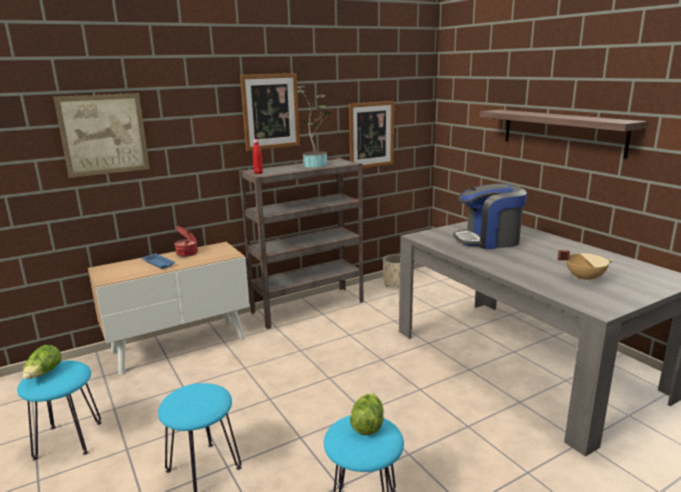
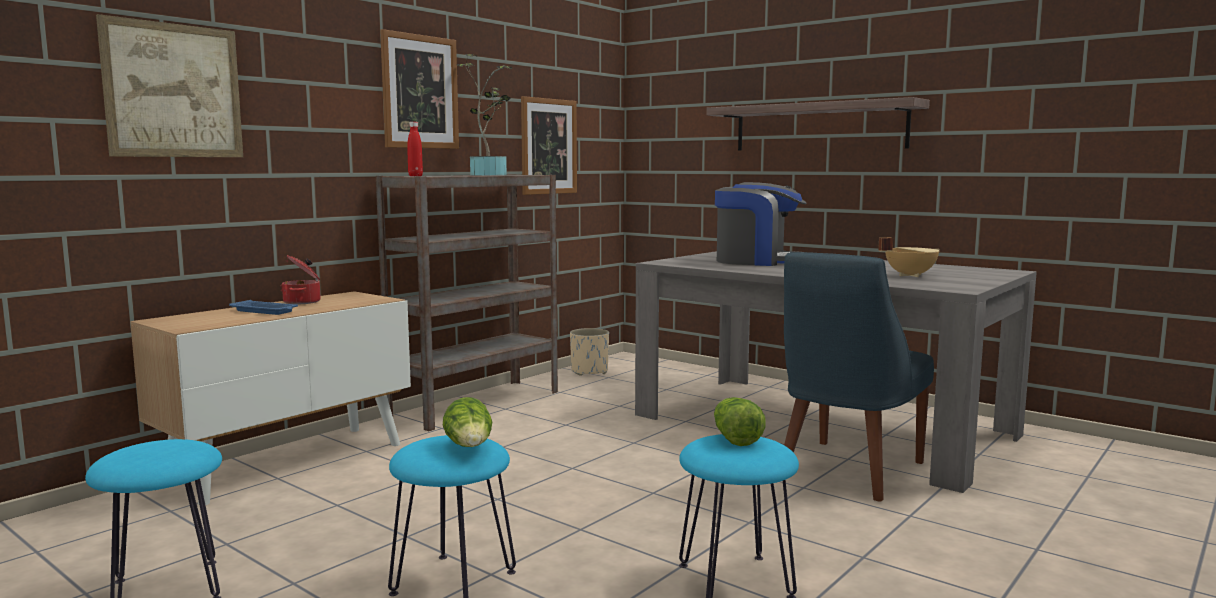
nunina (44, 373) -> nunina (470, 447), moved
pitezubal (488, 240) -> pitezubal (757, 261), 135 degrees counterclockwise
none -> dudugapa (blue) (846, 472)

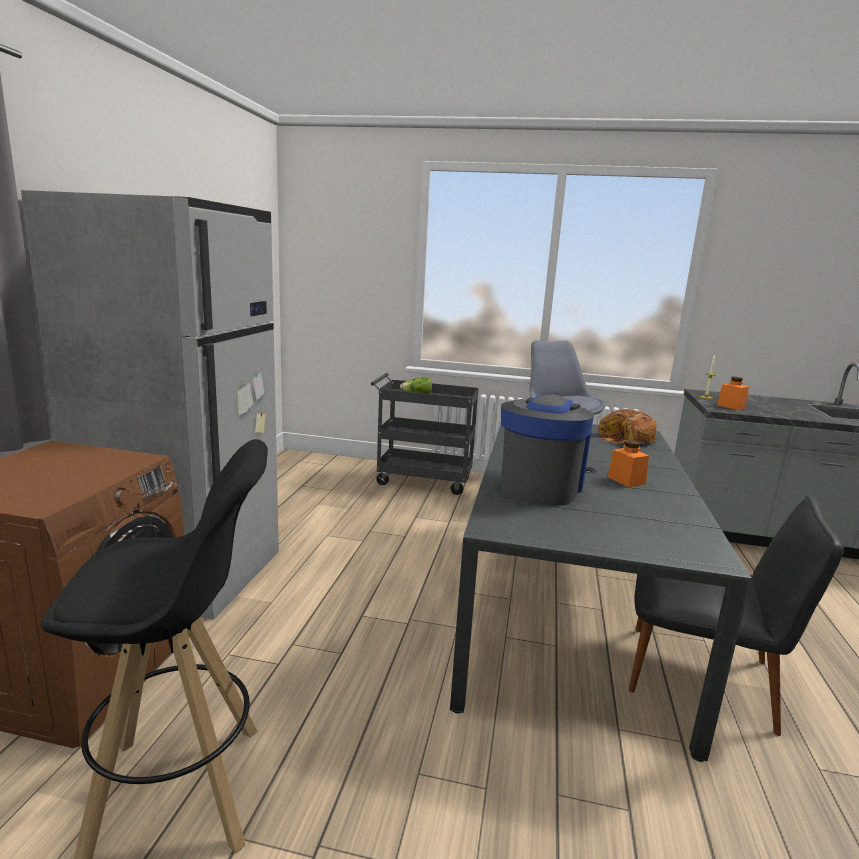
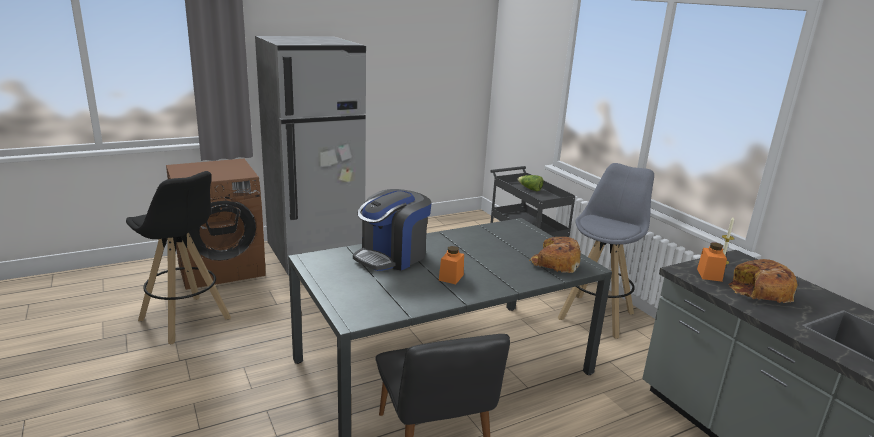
pitezubal (540, 486) -> pitezubal (392, 256), 150 degrees clockwise
none -> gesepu (759, 291)

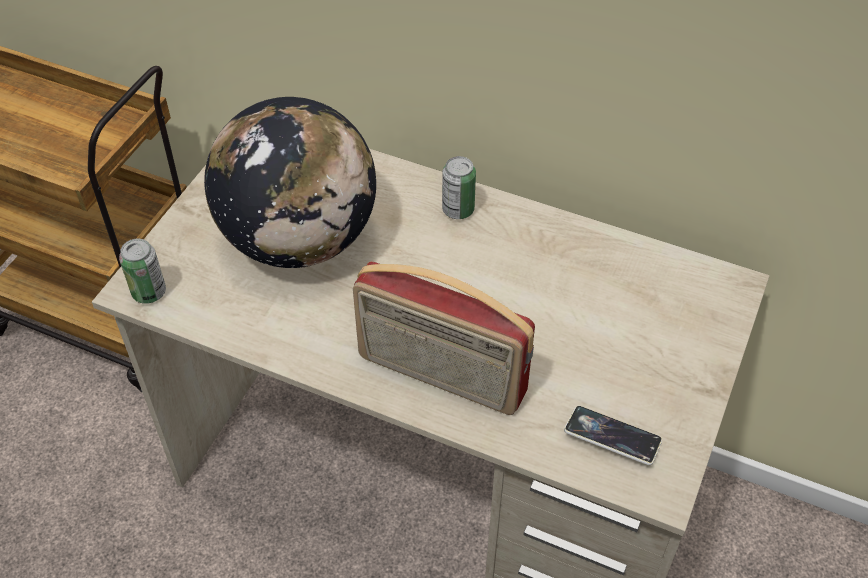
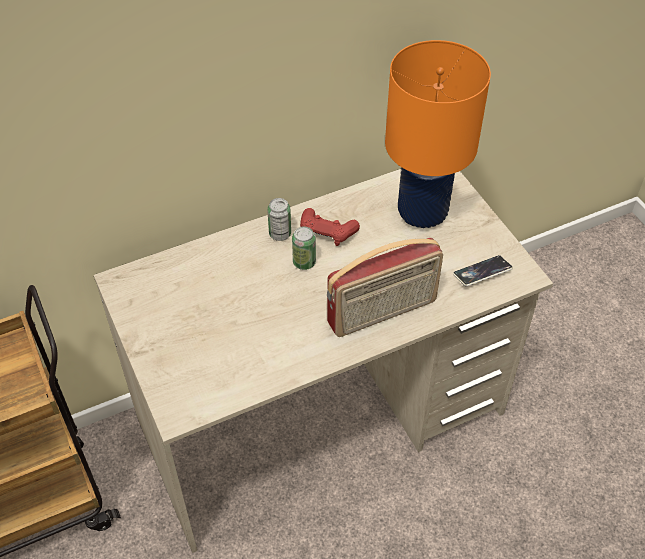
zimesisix (149, 292) -> zimesisix (304, 262), moved
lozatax (299, 240) -> none
none -> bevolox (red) (327, 232)
none -> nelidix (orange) (421, 214)

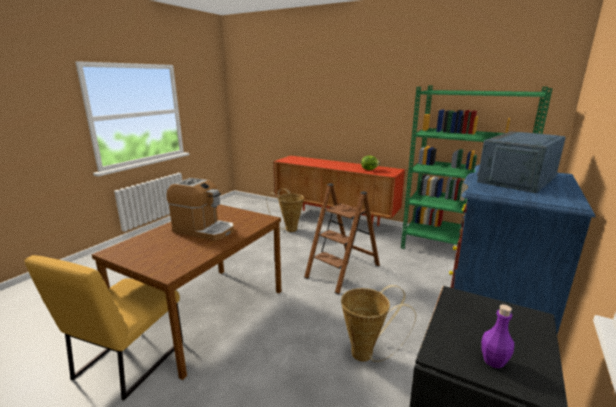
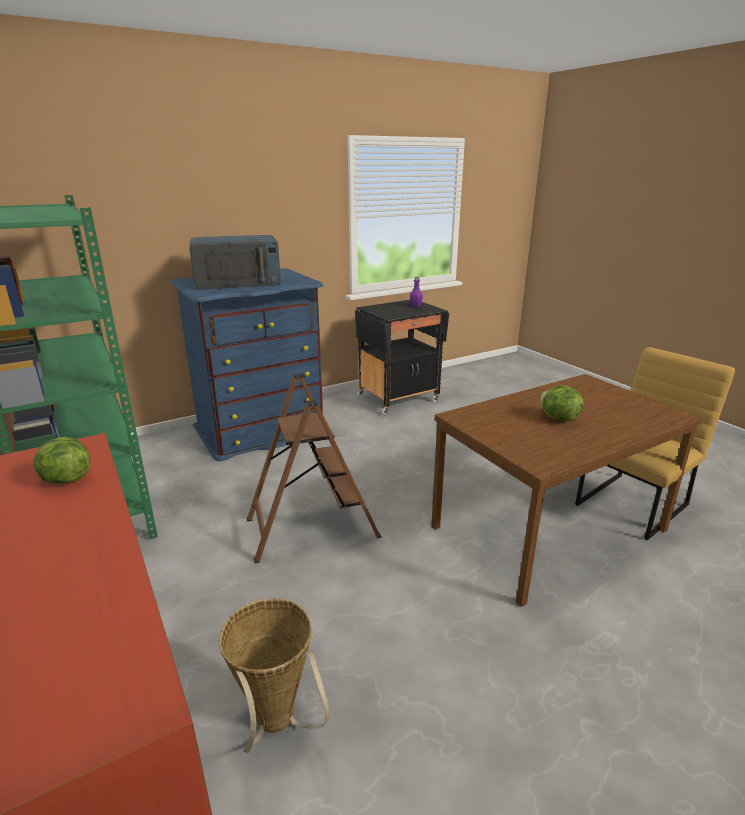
pitezubal (203, 230) -> nunina (558, 418)
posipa (367, 354) -> none

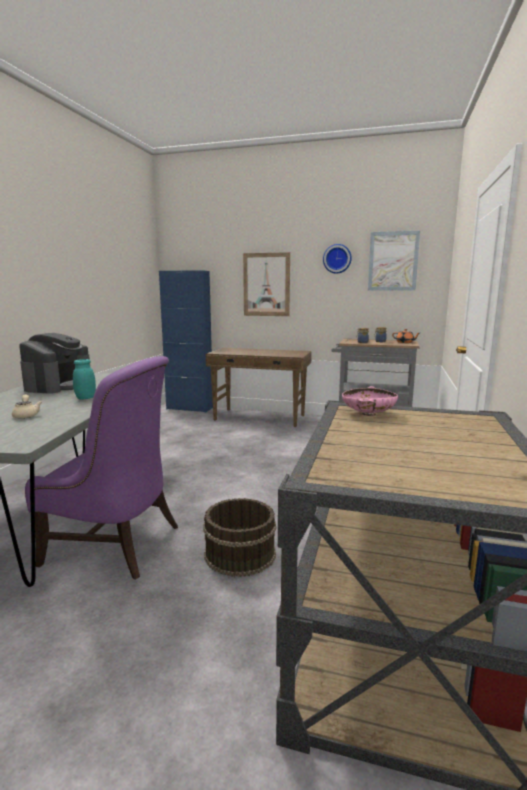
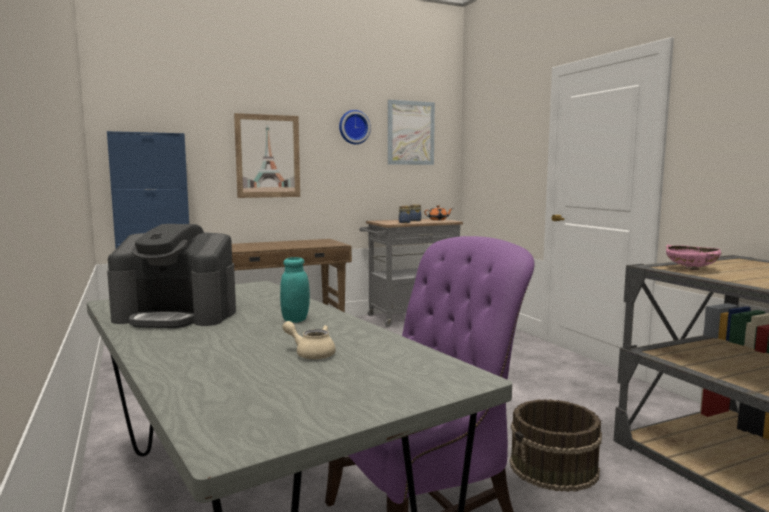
pitezubal (59, 385) -> pitezubal (177, 315), 120 degrees clockwise

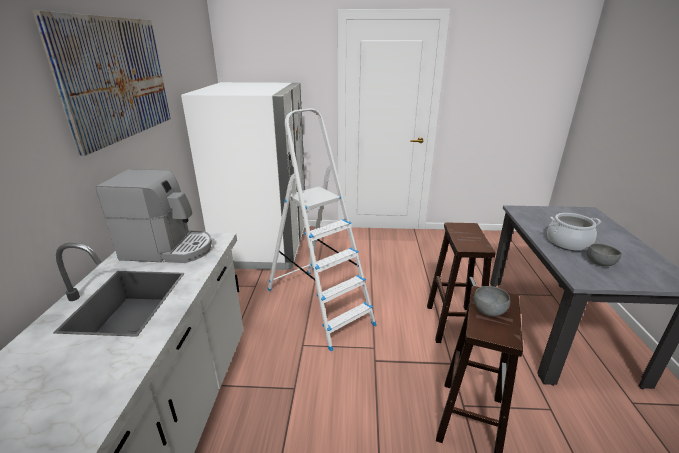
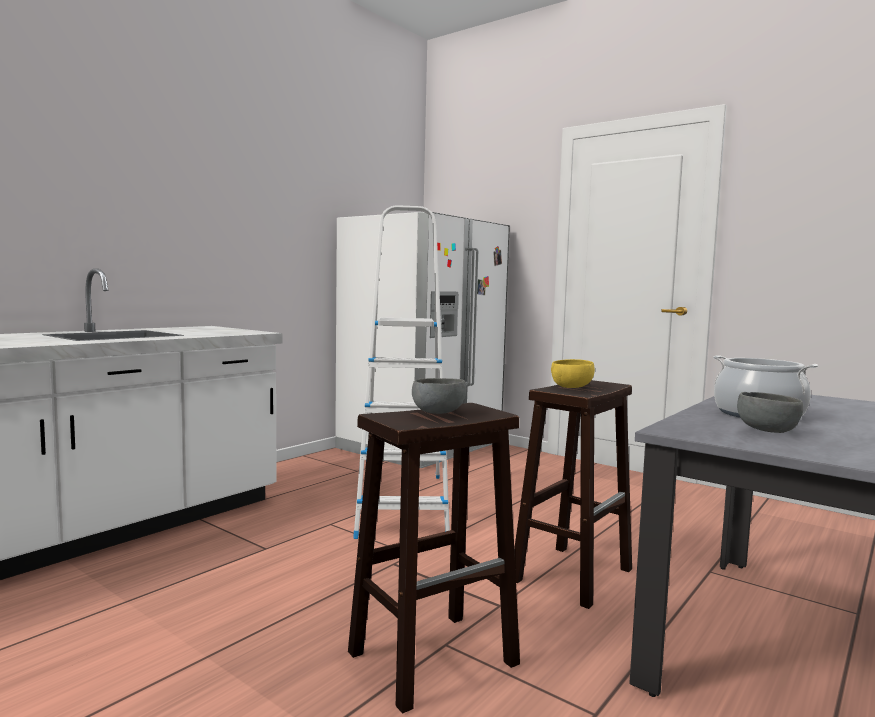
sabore (116, 79) -> none
pitezubal (168, 249) -> none
none -> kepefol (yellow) (571, 387)

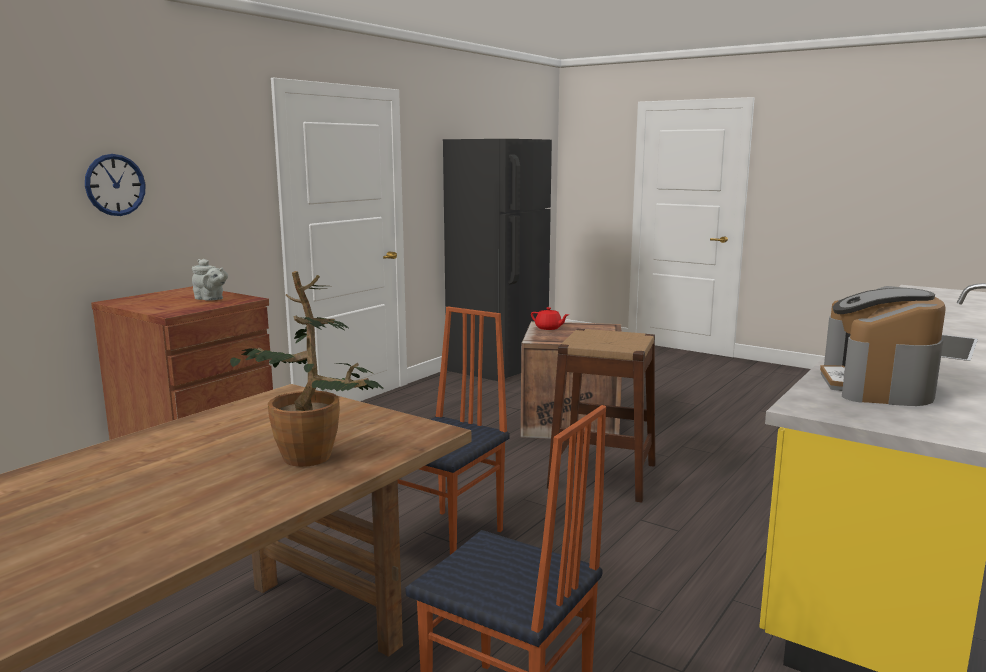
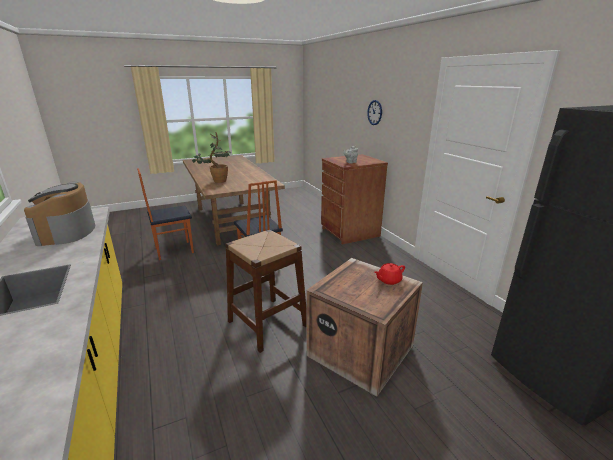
pitezubal (876, 385) -> pitezubal (67, 232), 150 degrees counterclockwise

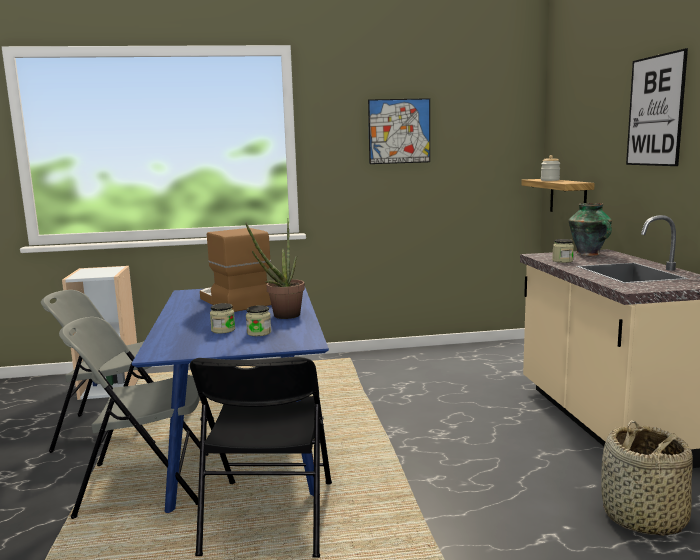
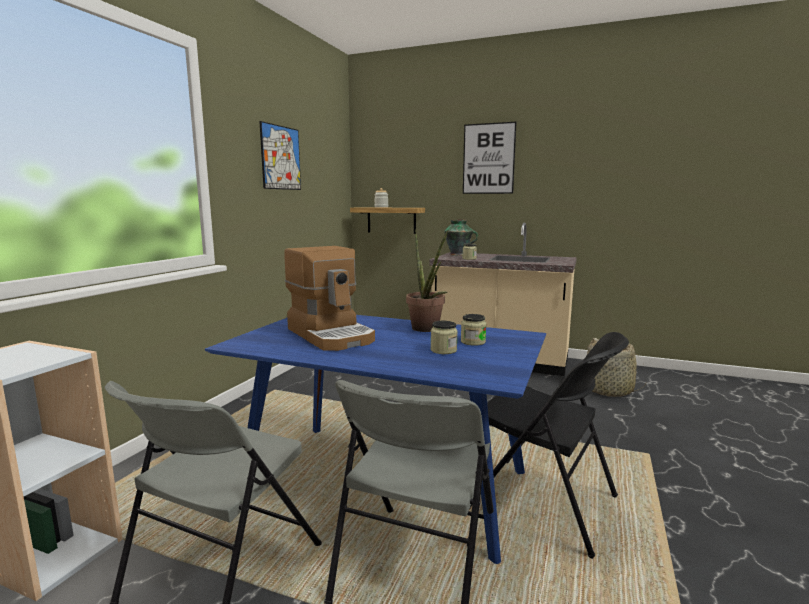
pitezubal (233, 301) -> pitezubal (332, 335), 120 degrees counterclockwise

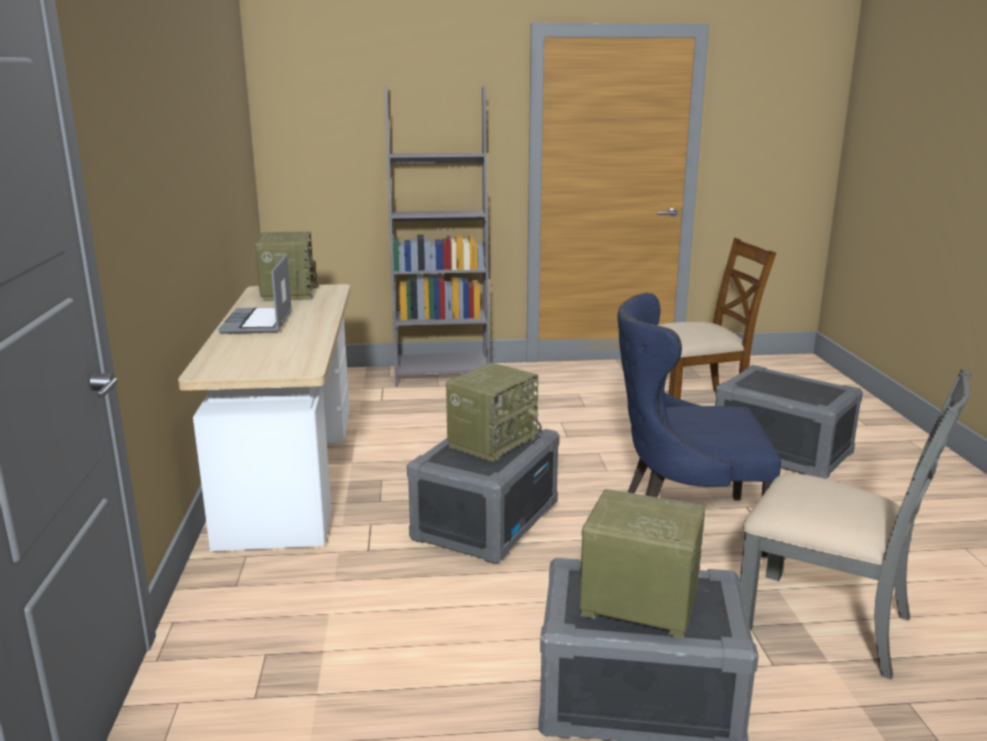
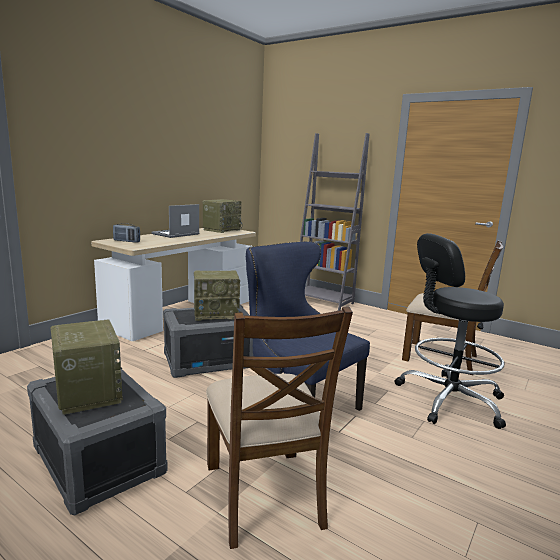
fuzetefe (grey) (780, 451) -> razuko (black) (448, 400)
dudugapa (grey) (826, 622) -> dudugapa (brown) (264, 494)
none -> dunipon (126, 241)

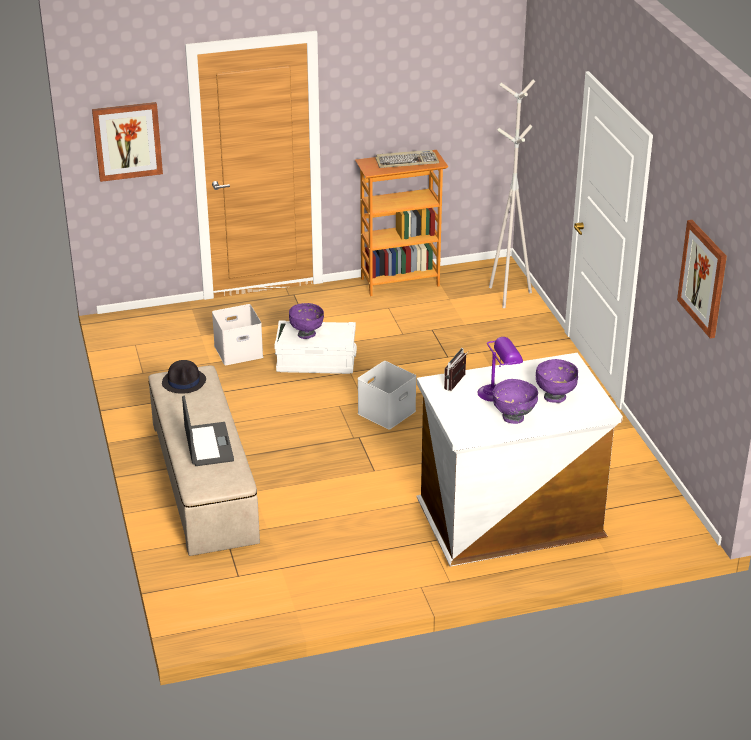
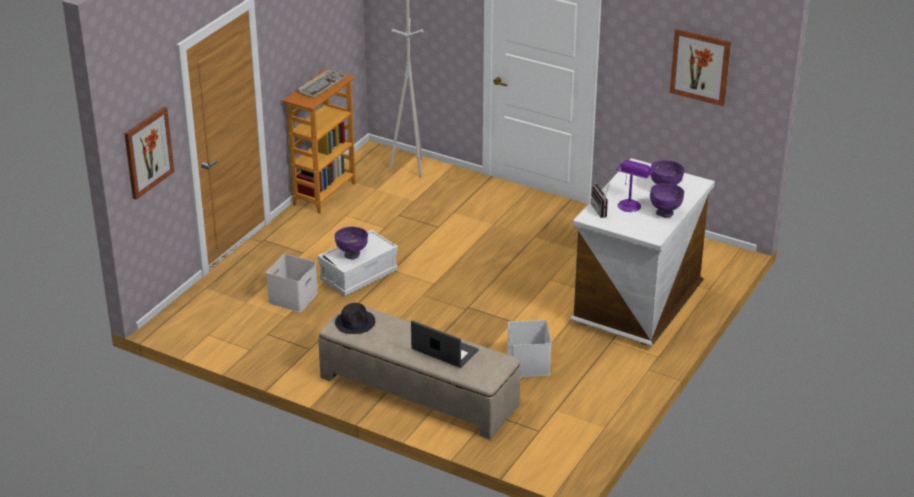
fuzetefe (white) (386, 413) -> fuzetefe (white) (529, 364), moved

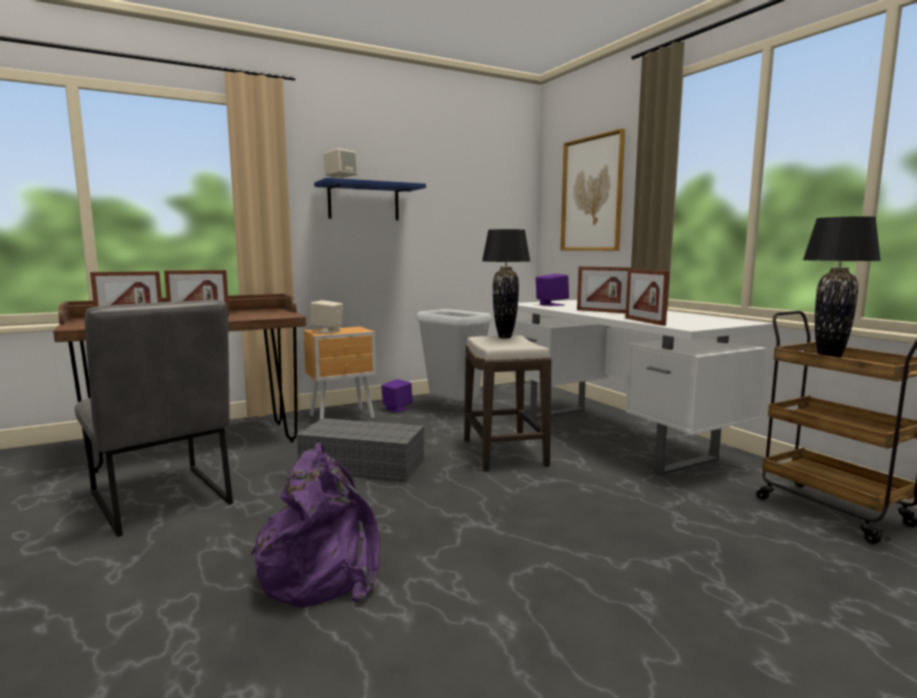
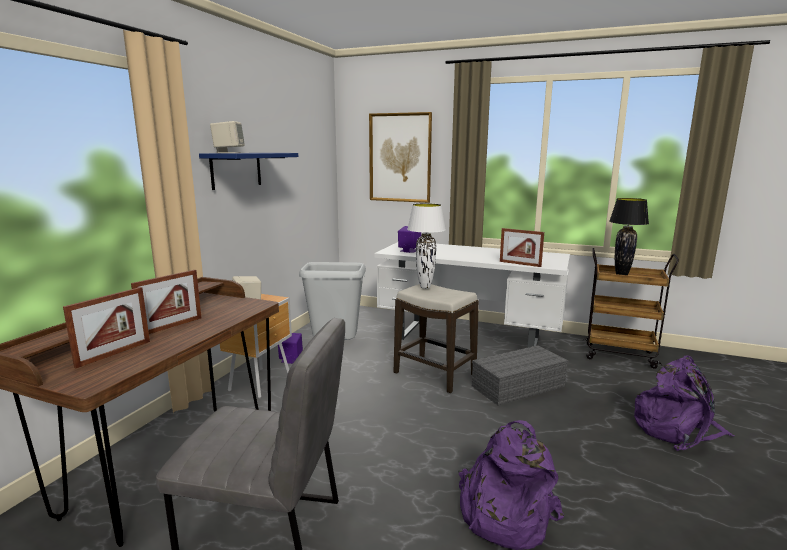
fuzetefe (grey) (364, 465) -> fuzetefe (grey) (518, 385), moved
nelidix (black) (504, 337) -> nelidix (white) (424, 287)
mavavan (602, 311) -> none
none -> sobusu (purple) (677, 429)

